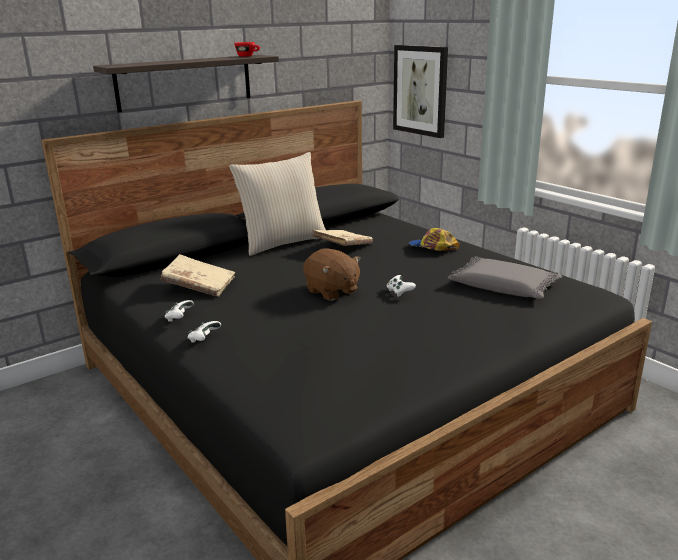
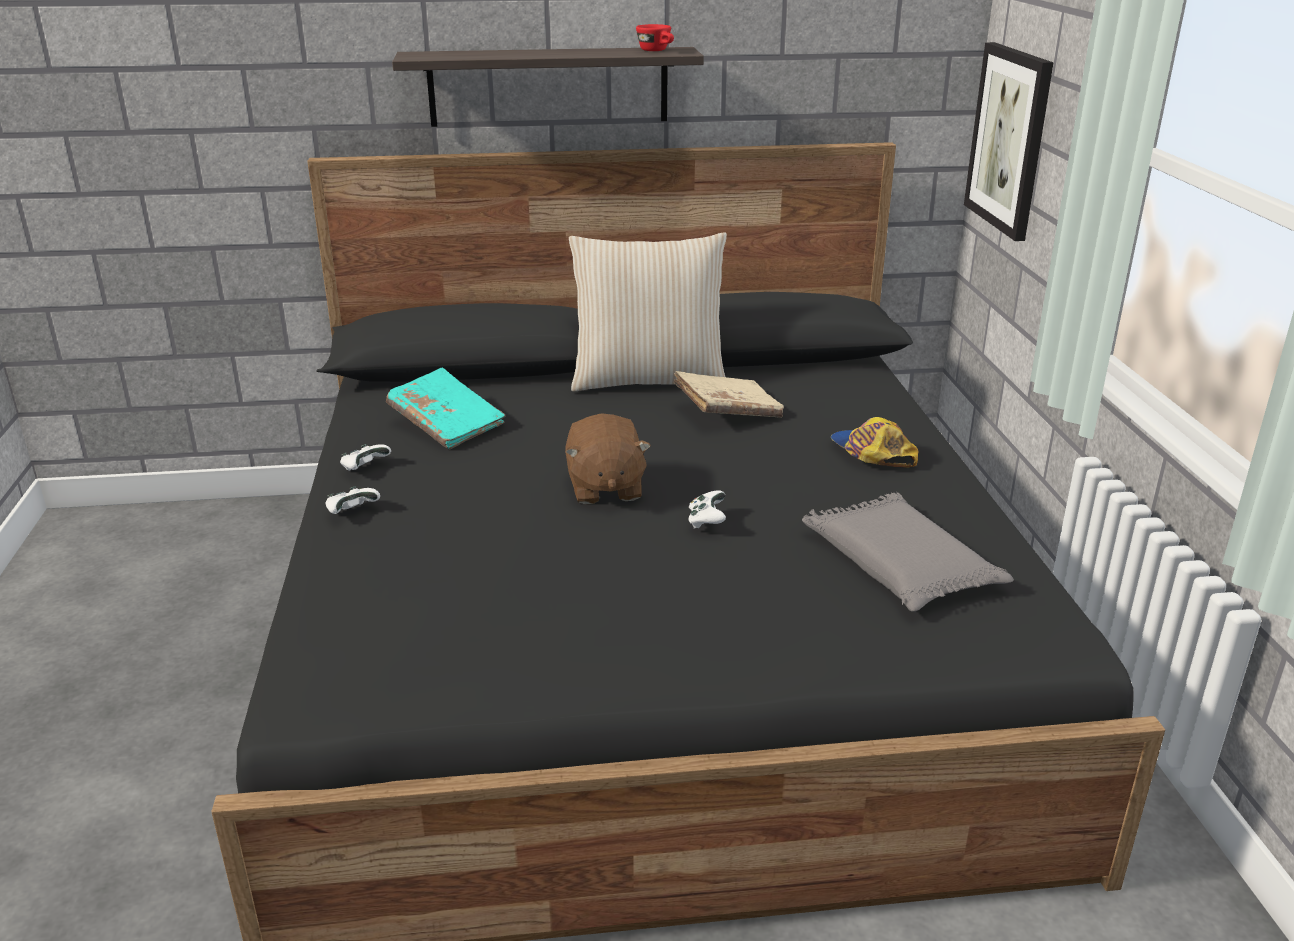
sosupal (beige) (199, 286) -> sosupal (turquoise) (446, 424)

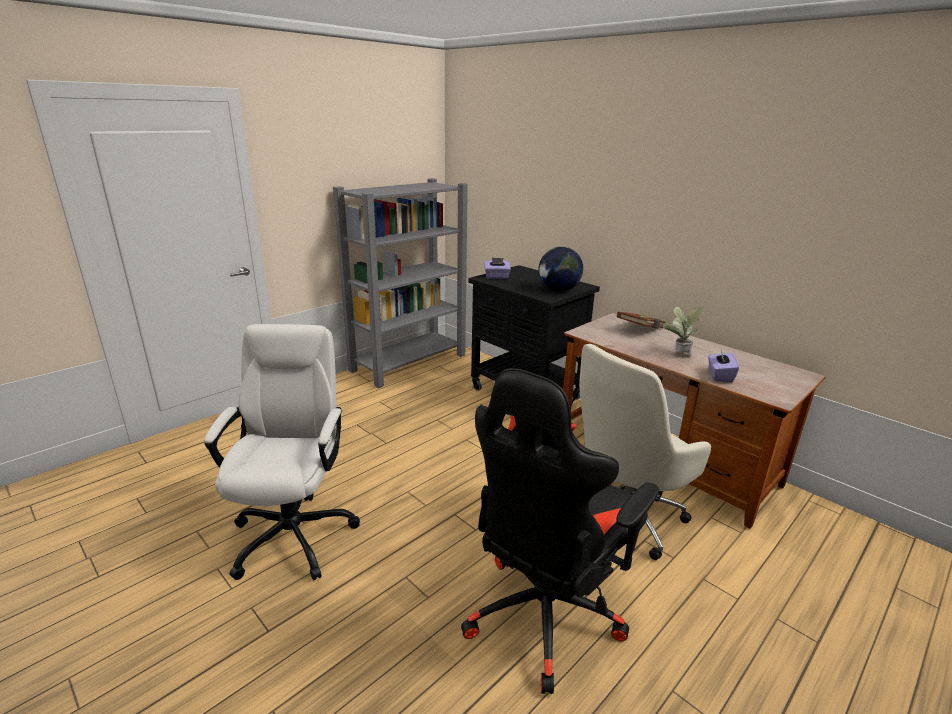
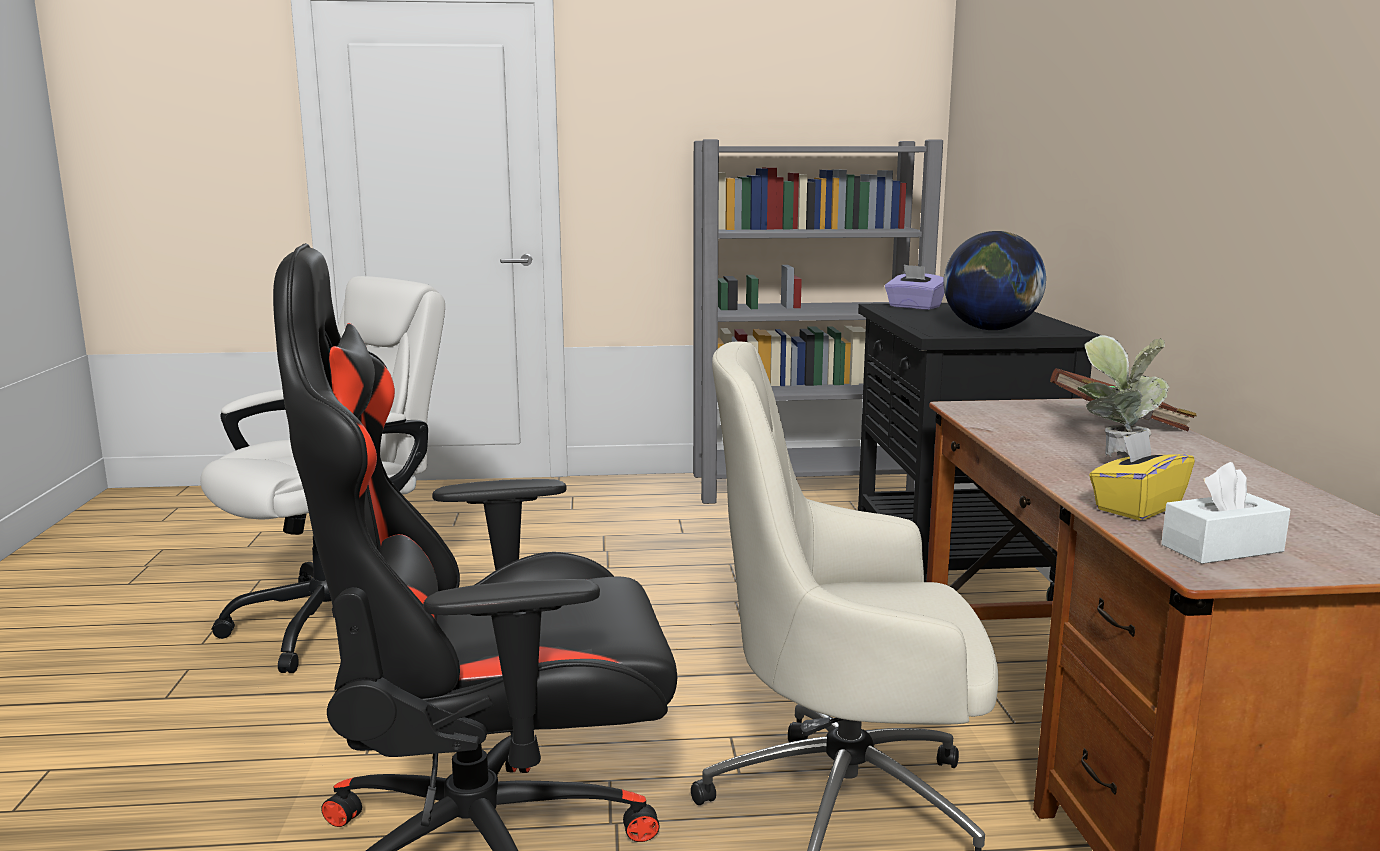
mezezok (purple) (719, 376) -> mezezok (yellow) (1136, 507)
none -> mezezok (white) (1222, 548)

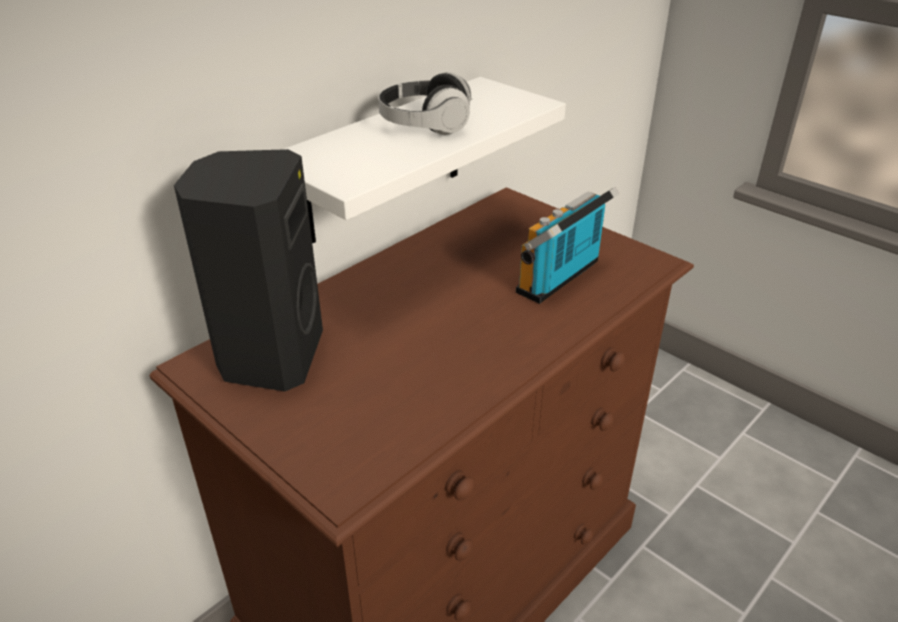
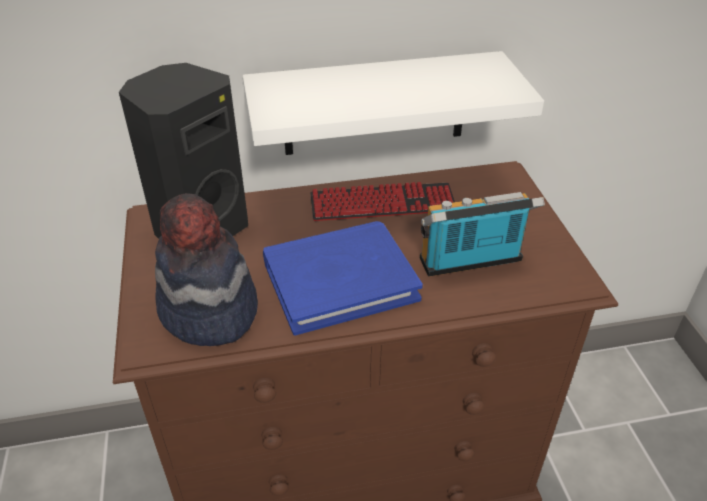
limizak (425, 125) -> none
none -> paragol (208, 311)
none -> sosupal (blue) (340, 280)
none -> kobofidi (382, 204)

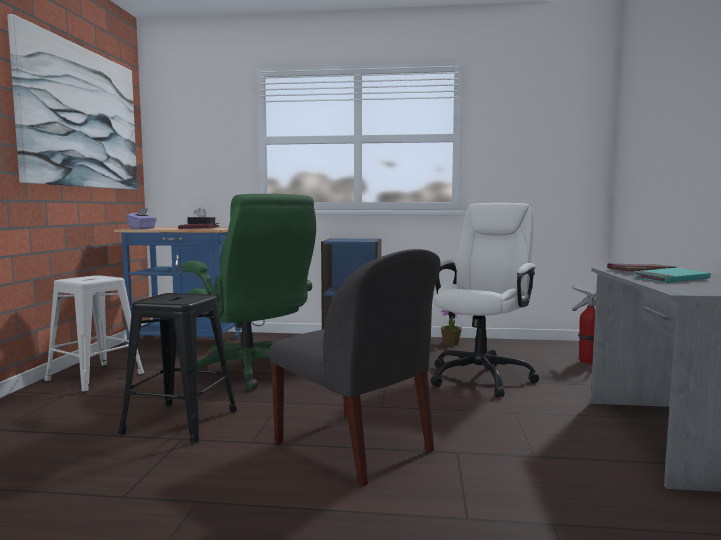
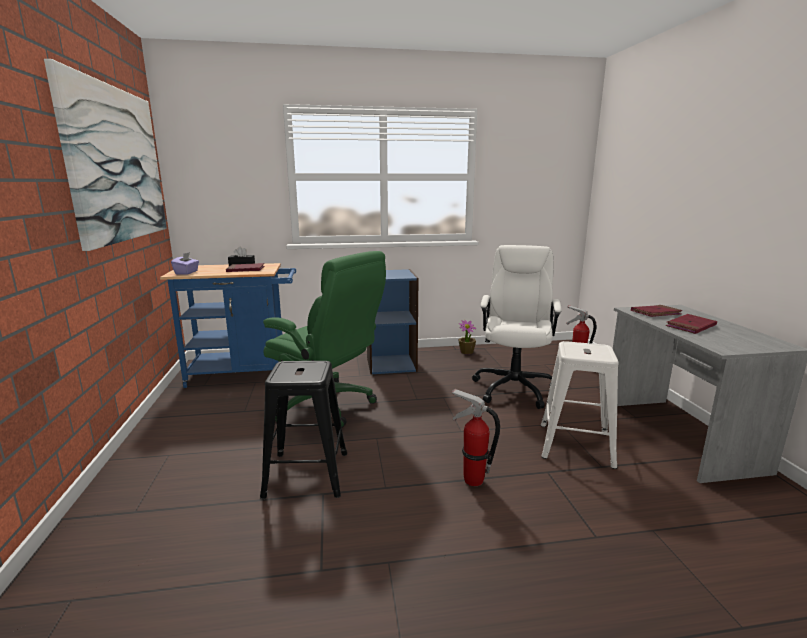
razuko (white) (95, 377) -> razuko (white) (575, 445), moved
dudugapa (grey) (356, 448) -> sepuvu (472, 480)
sosupal (turquoise) (671, 279) -> sosupal (red) (690, 326)

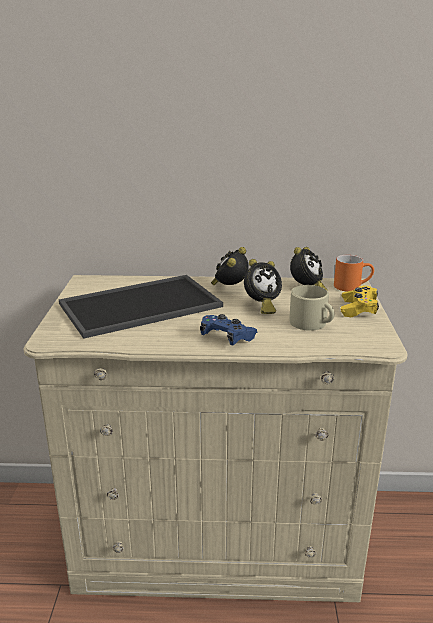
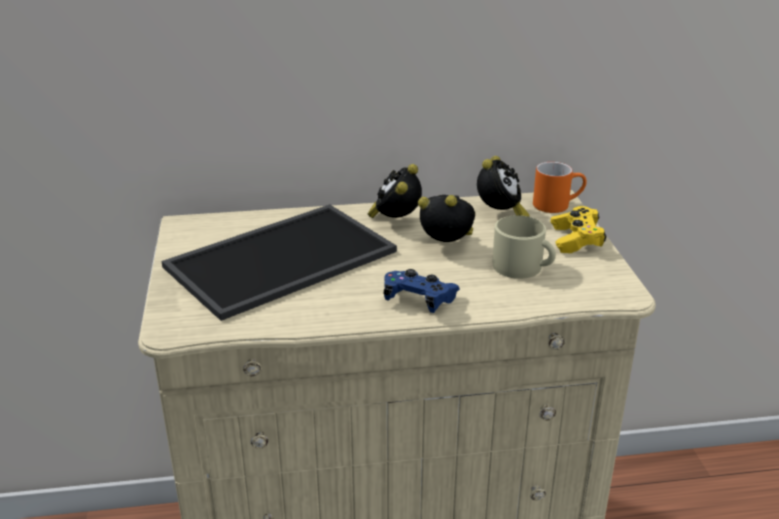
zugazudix (261, 306) -> zugazudix (448, 246), 120 degrees counterclockwise

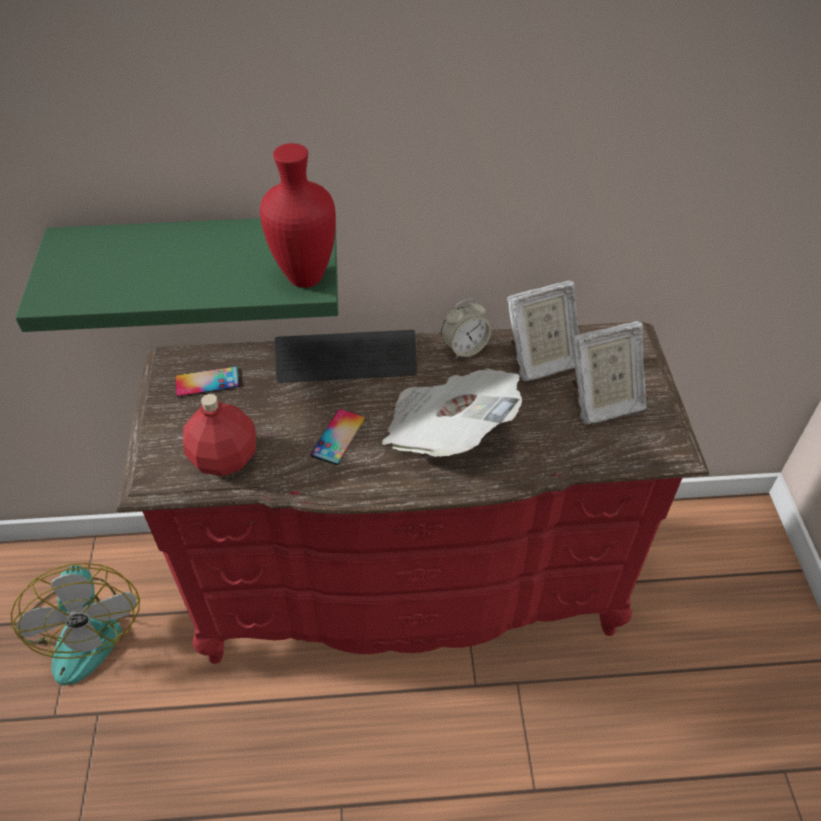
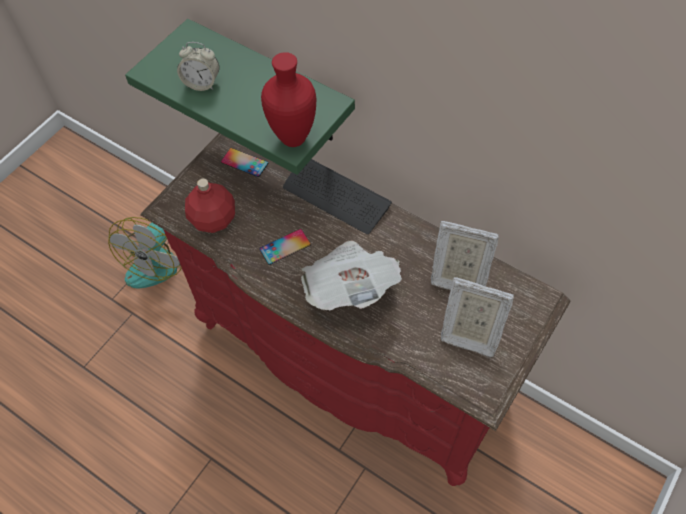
zugazudix (464, 348) -> zugazudix (202, 83), moved

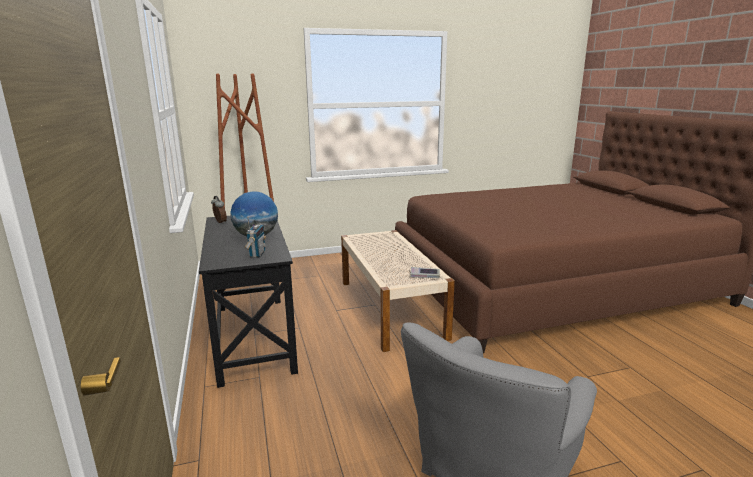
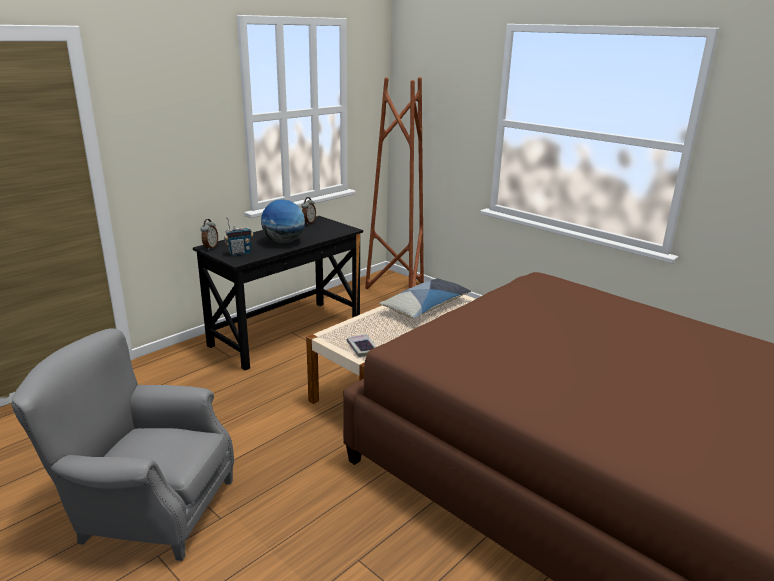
none -> zugazudix (210, 247)
none -> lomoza (426, 307)

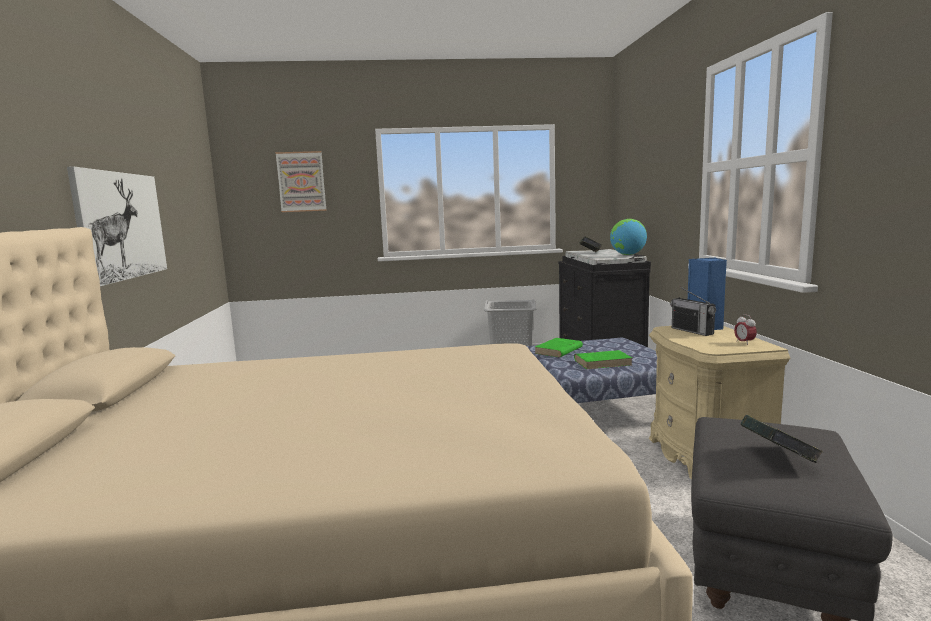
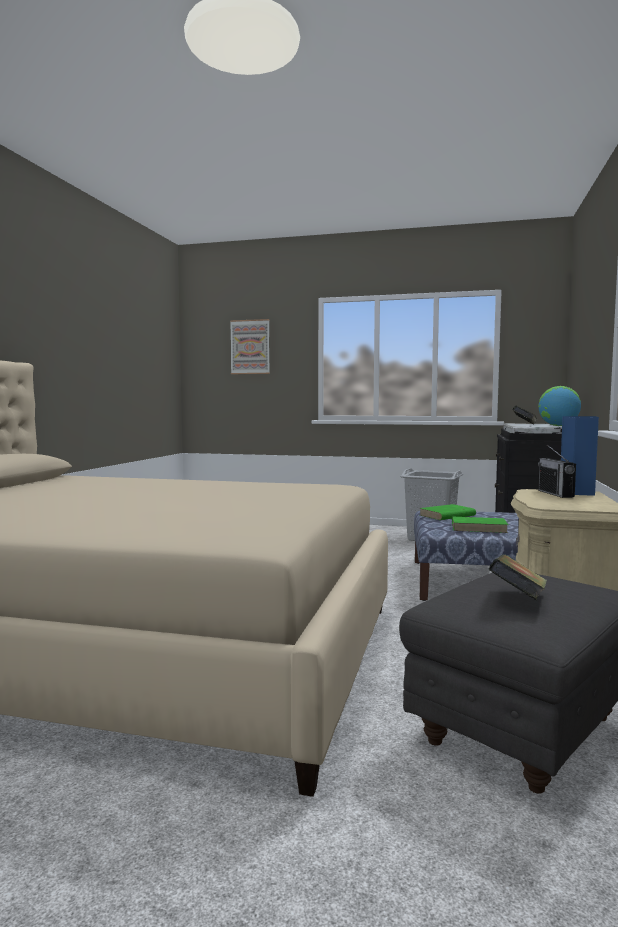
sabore (121, 225) -> none
zugazudix (744, 343) -> none

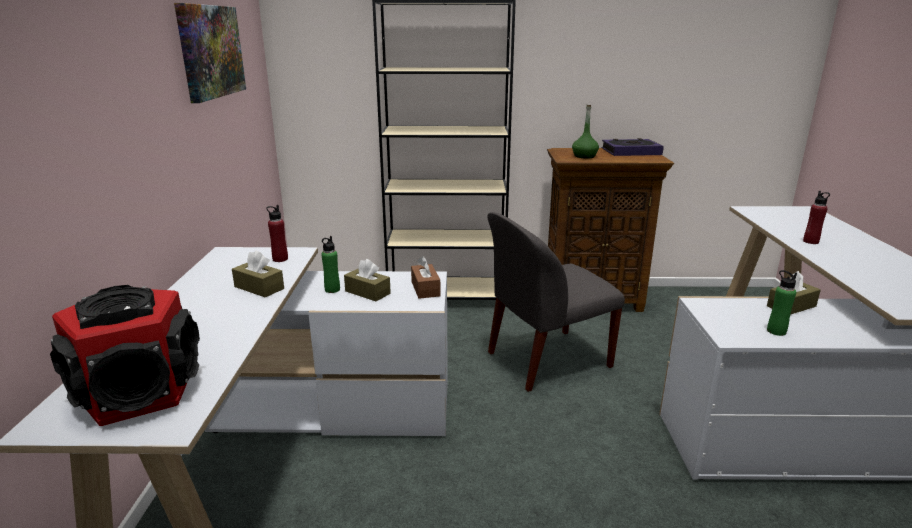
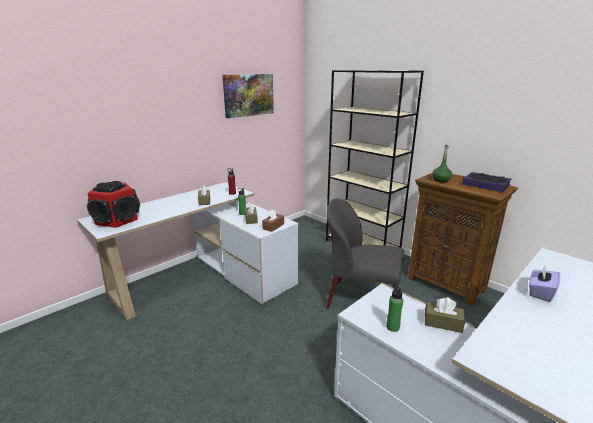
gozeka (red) (811, 241) -> mezezok (purple) (540, 292)

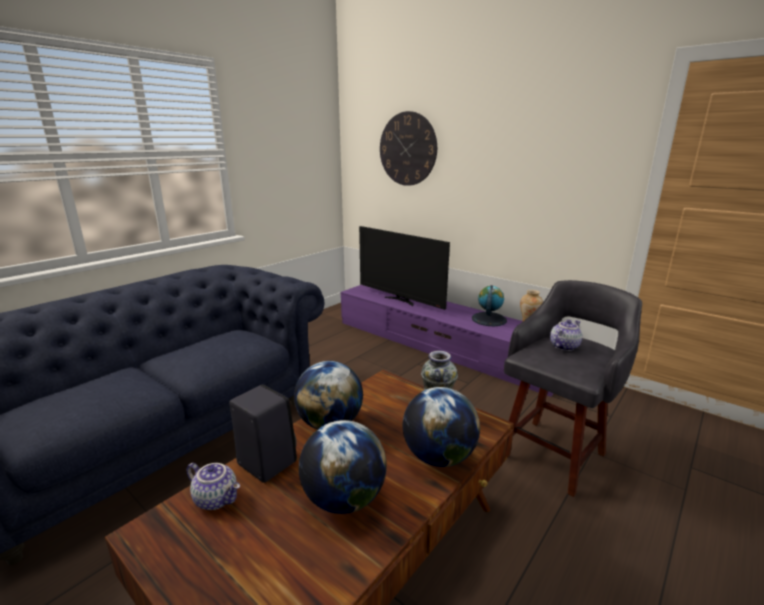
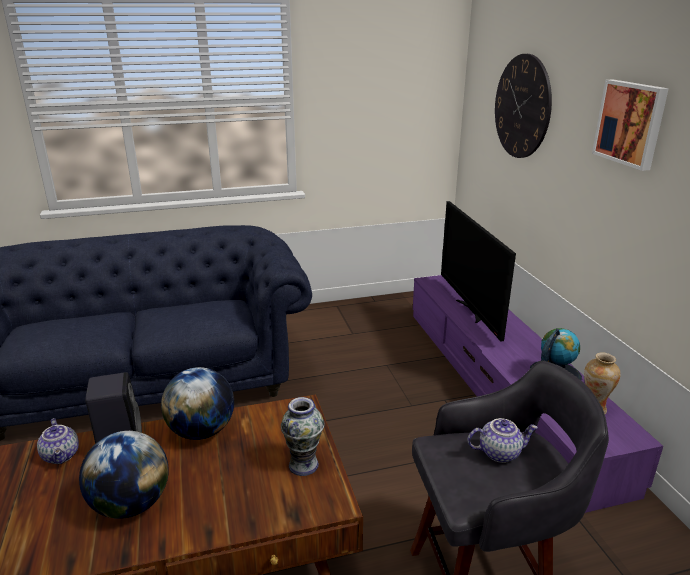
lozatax (438, 457) -> none
none -> sabore (631, 123)

